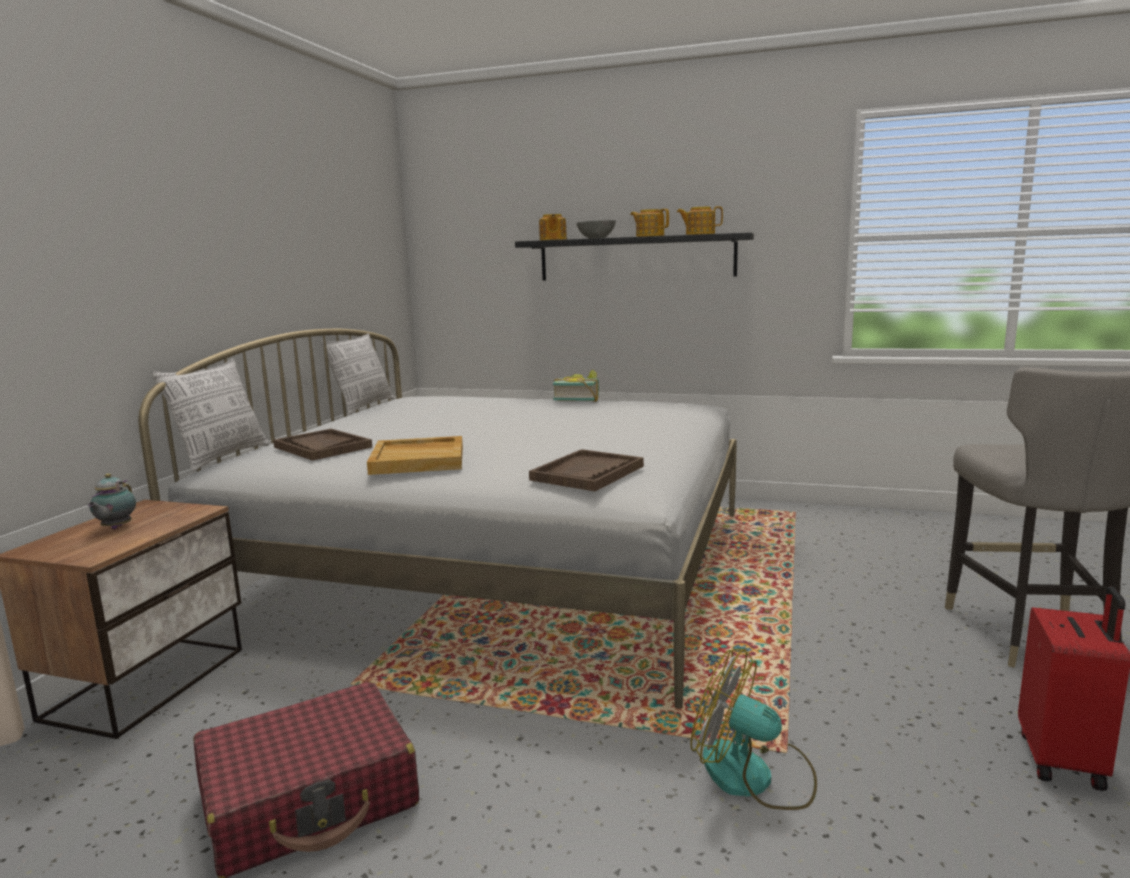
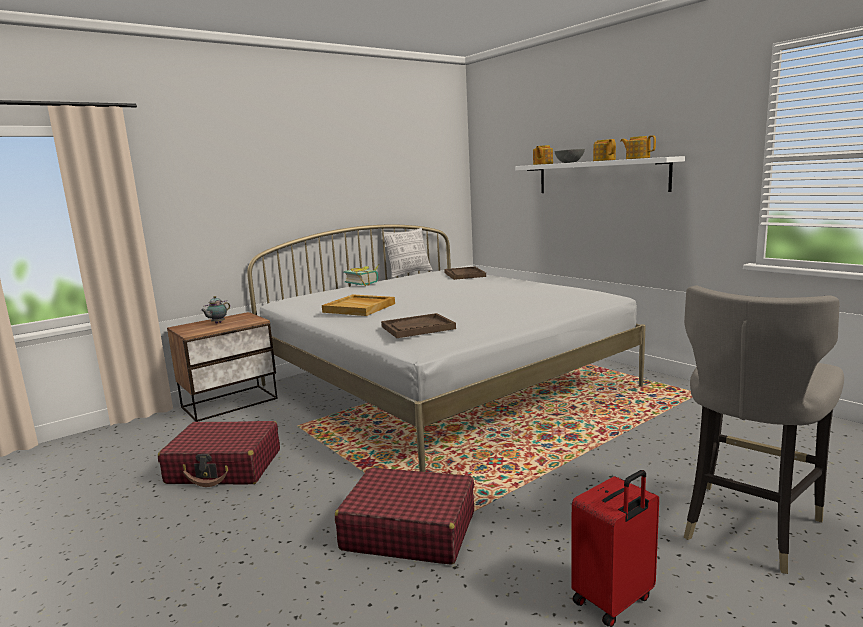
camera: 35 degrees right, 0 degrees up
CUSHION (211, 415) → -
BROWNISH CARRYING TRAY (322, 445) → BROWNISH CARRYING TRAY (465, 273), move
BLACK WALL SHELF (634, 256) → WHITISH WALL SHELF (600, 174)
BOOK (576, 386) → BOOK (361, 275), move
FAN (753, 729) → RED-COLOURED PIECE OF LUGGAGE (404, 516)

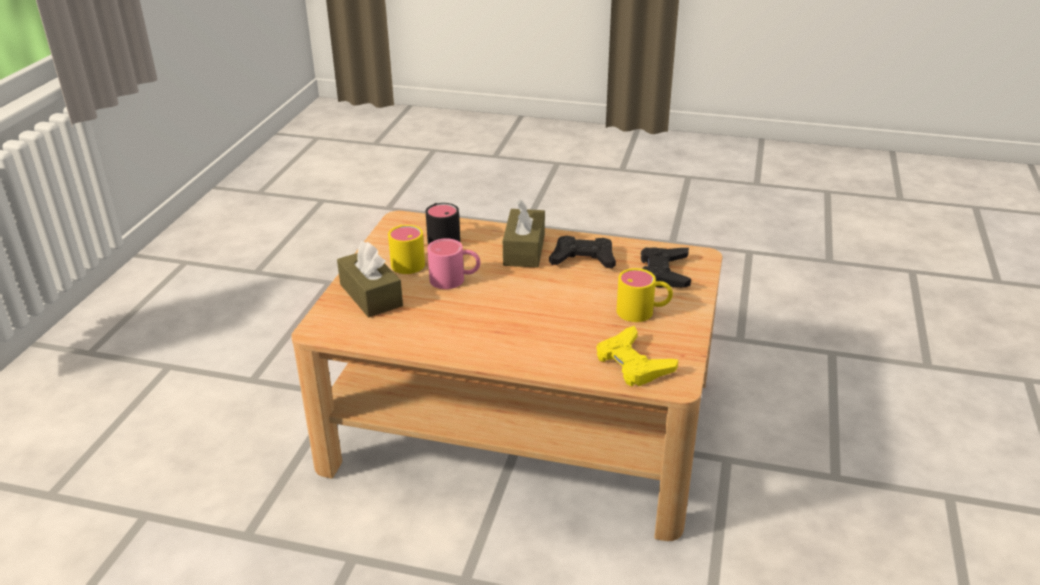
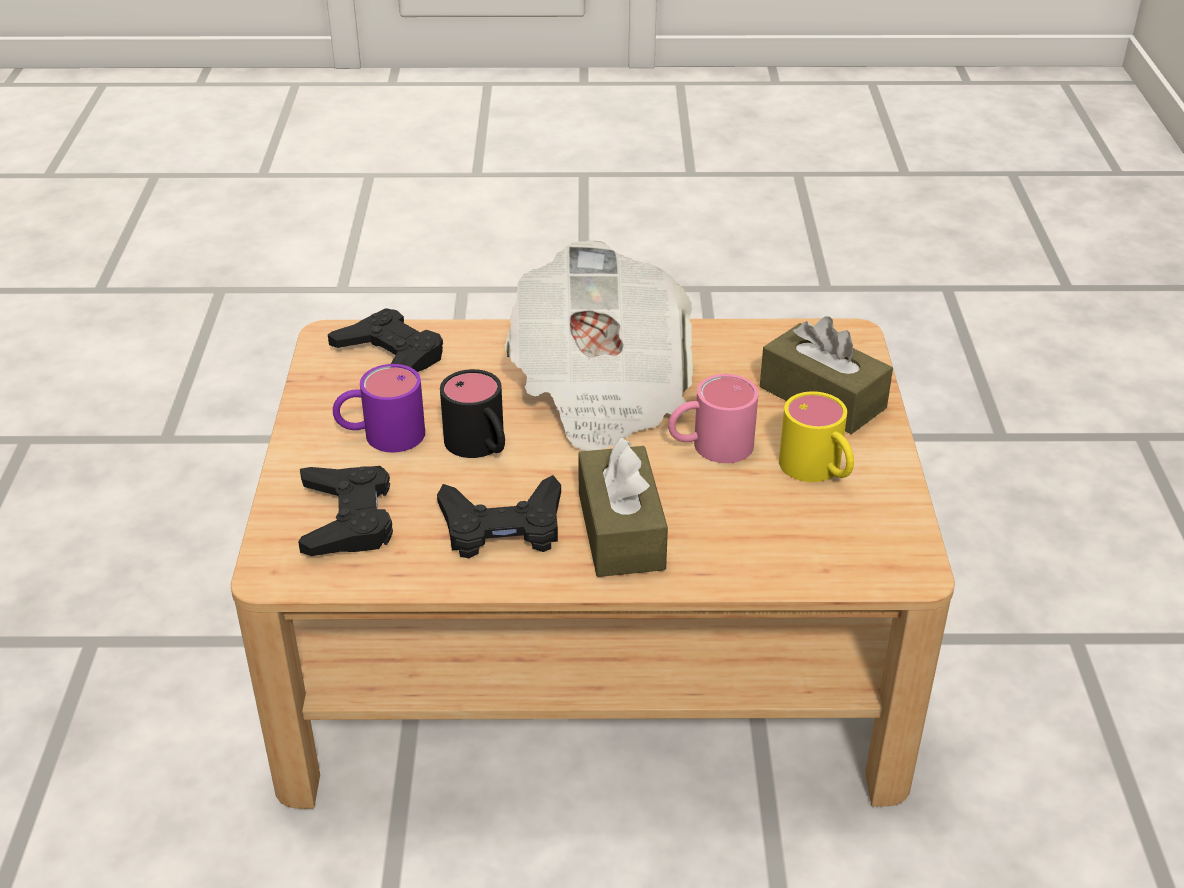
camera: 165 degrees right, 5 degrees up
BLACK TEA MUG (443, 224) → BLACK TEA MUG (472, 413), move
YELLOW-COLOURED GAMEPAD (637, 356) → BLACK GAMEPAD (385, 340)
YELLOW-COLOURED TEA MUG (645, 295) → PURPLE-COLOURED TEA MUG (379, 408)
- → PRINTED PAPER (599, 345)

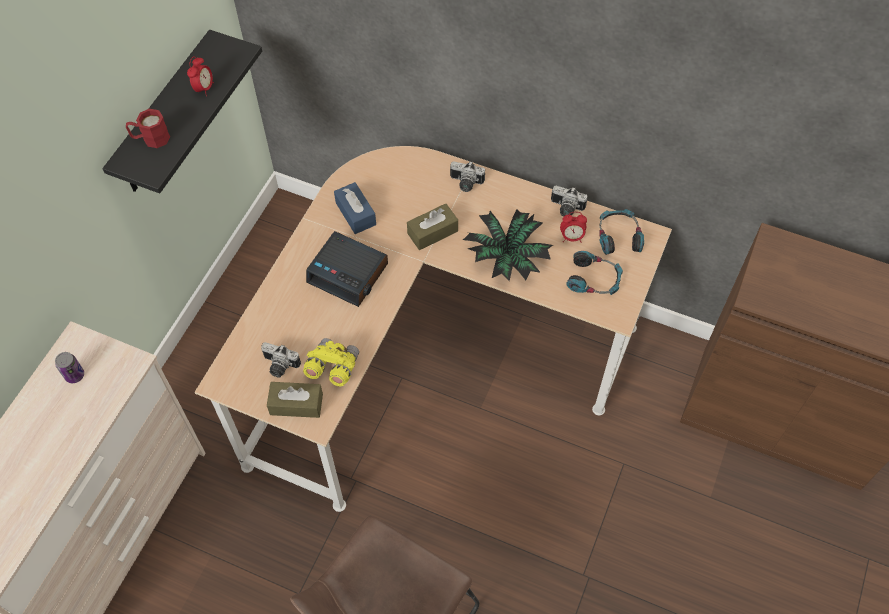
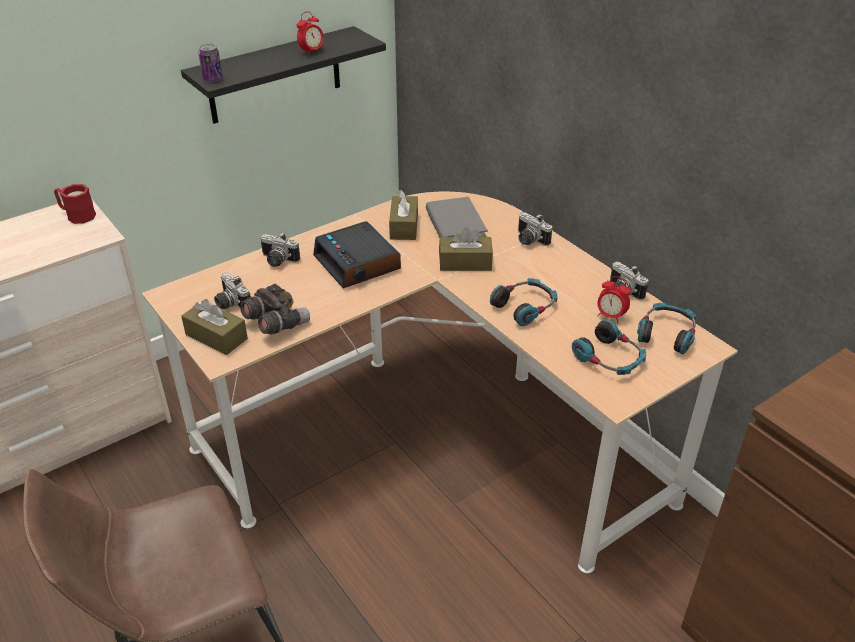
camera: 30 degrees right, 20 degrees down
CAN (69, 367) → CAN (211, 63), move
RED-COLOURED TEA MUG (148, 128) → RED-COLOURED TEA MUG (75, 204), move
YELLOW-COLOURED FIELD GLASSES (331, 362) → GREYISH FIELD GLASSES (275, 309)
BLUE TISSUE BOX (355, 208) → BROWNISH TISSUE BOX (403, 215)
PLANT IN A POT (508, 245) → HEADSET (523, 302)
- → STILL CAMERA (280, 249)
- → GREYISH BOOK (457, 217)

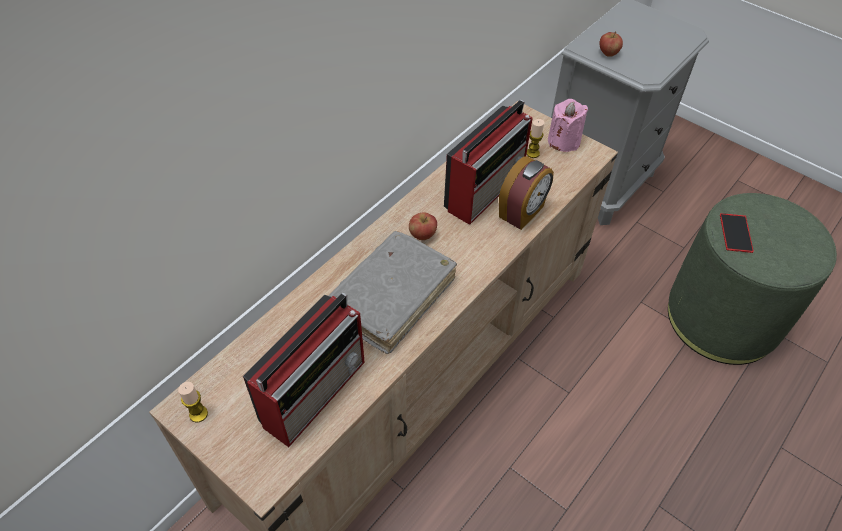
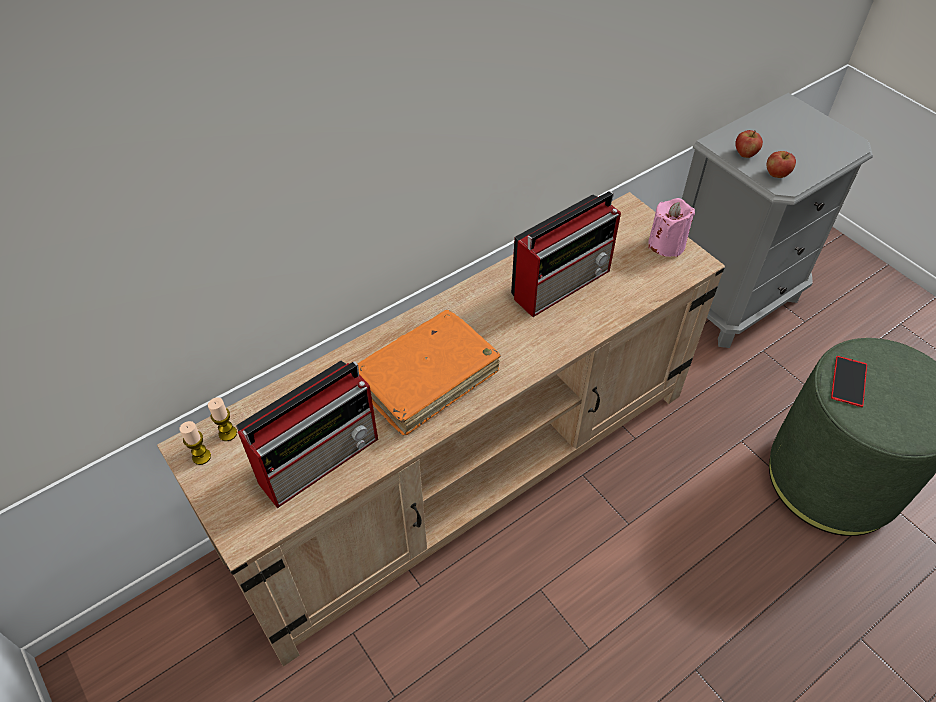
camera: 15 degrees right, 0 degrees up
GREYISH BOOK (392, 292) → ORANGE-COLOURED BOOK (429, 372)
WHOLE APPLE (423, 226) → WHOLE APPLE (781, 164), move
TABLE CLOCK (526, 193) → -
WAX LIGHT (535, 138) → WAX LIGHT (222, 419), move

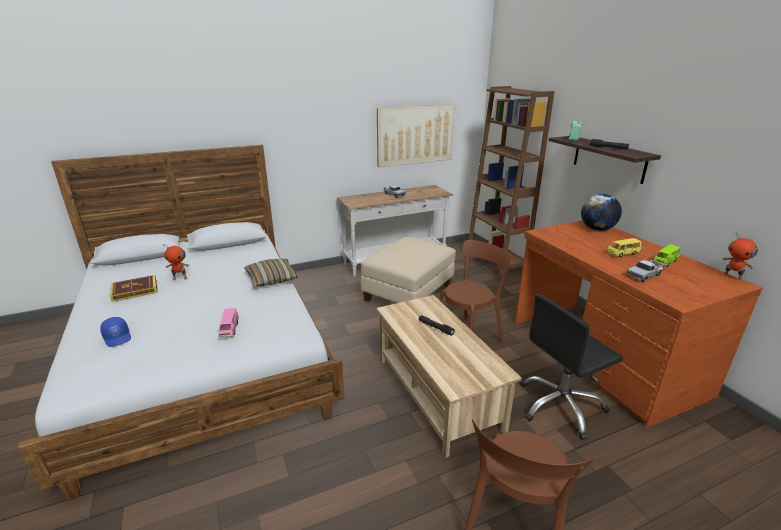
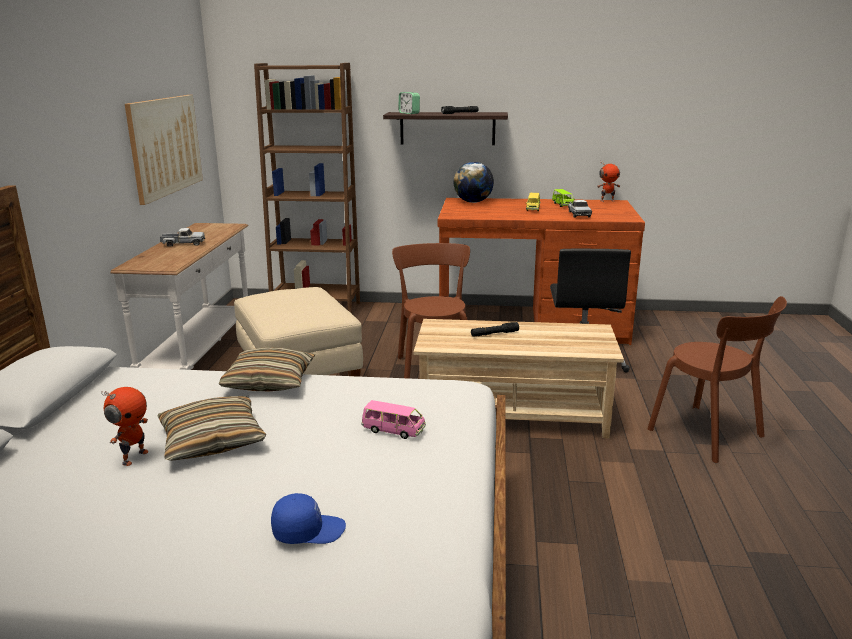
camera: 60 degrees left, 5 degrees down
BOOK (134, 288) → -
- → CUSHION (212, 428)

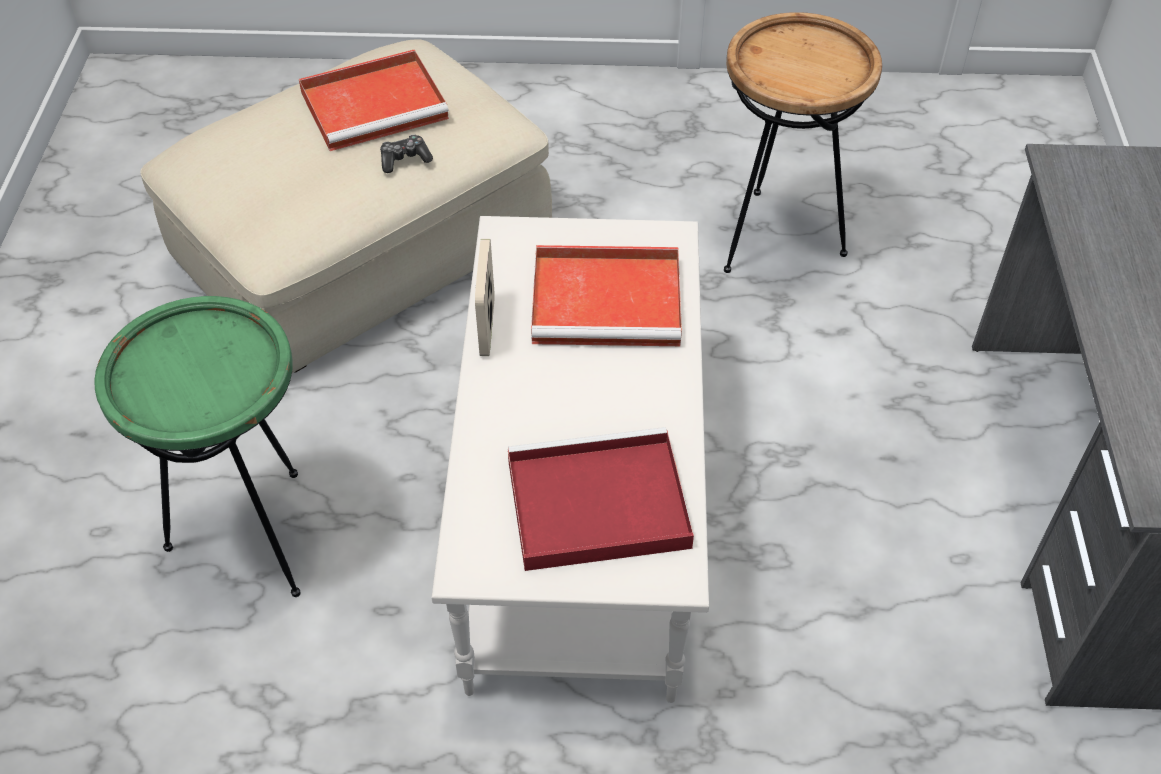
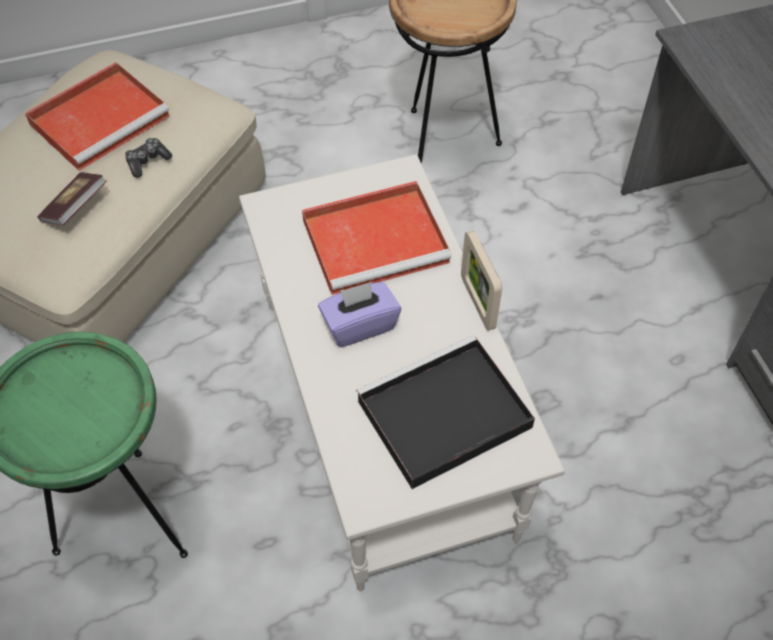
camera: 20 degrees left, 5 degrees up
STANDING FRAME (484, 297) → STANDING FRAME (481, 280), move
RED-COLOURED CARRYING TRAY (601, 499) → BLACK CARRYING TRAY (445, 412)
- → BOOK (72, 199)
- → PURPLE-COLOURED TISSUE BOX (359, 314)

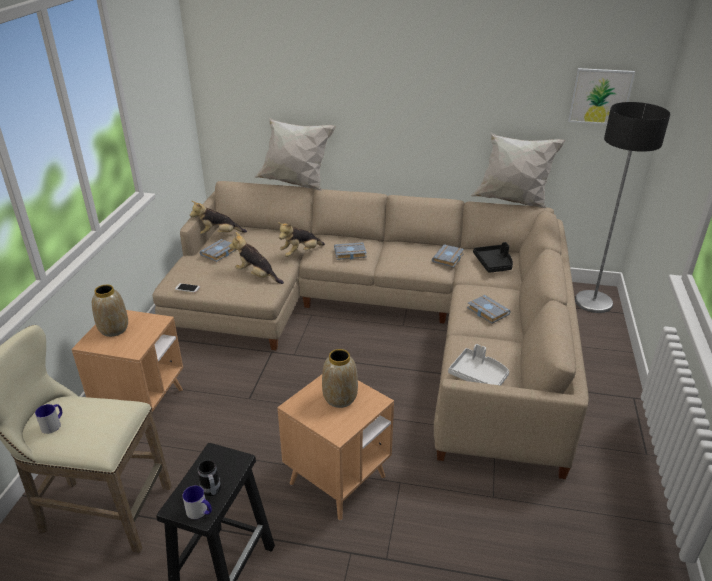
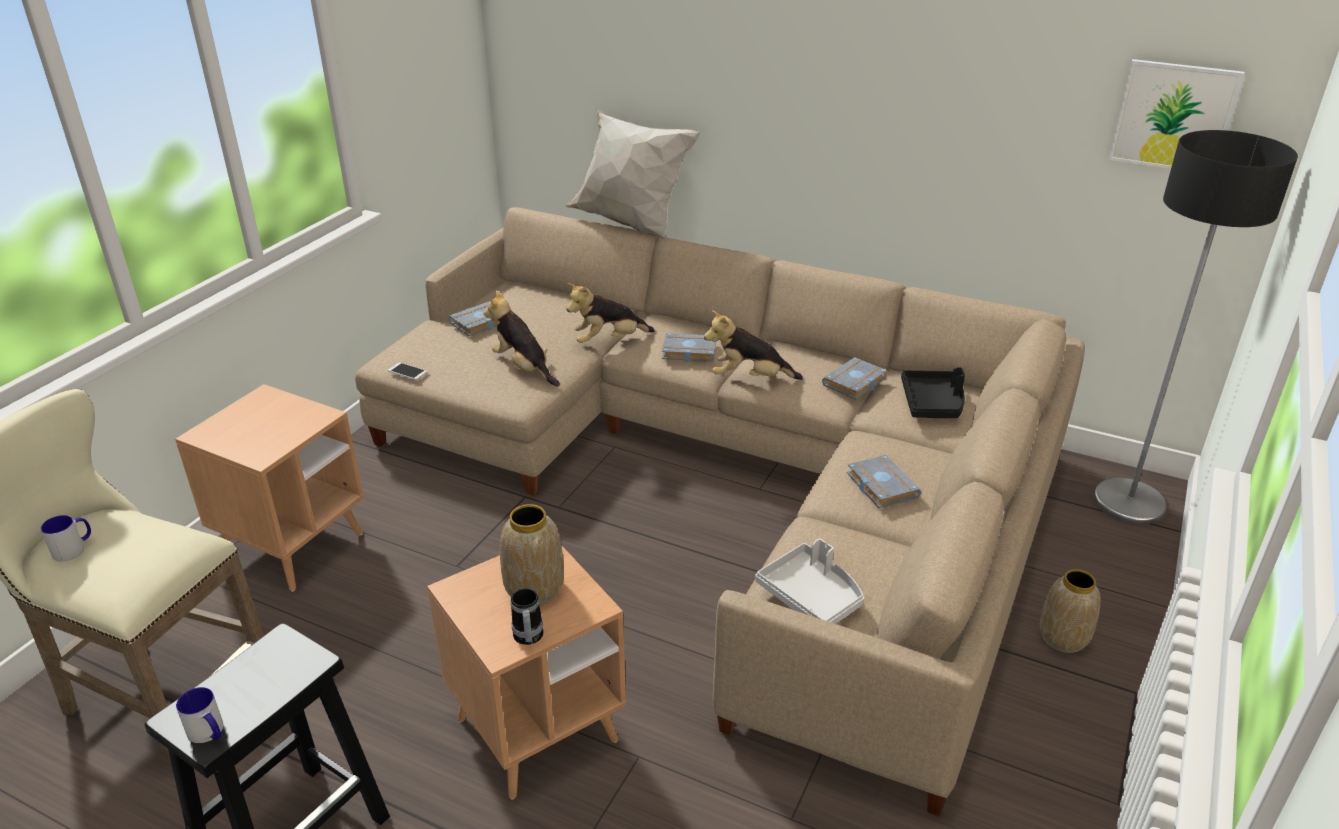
camera: 15 degrees right, 0 degrees up
DECORATIVE VASE (110, 311) → DECORATIVE VASE (1070, 611), move
SOFT TOY (218, 218) → SOFT TOY (753, 345), move
TEA MUG (209, 478) → TEA MUG (527, 616), move
WHITISH CUSHION (518, 170) → -

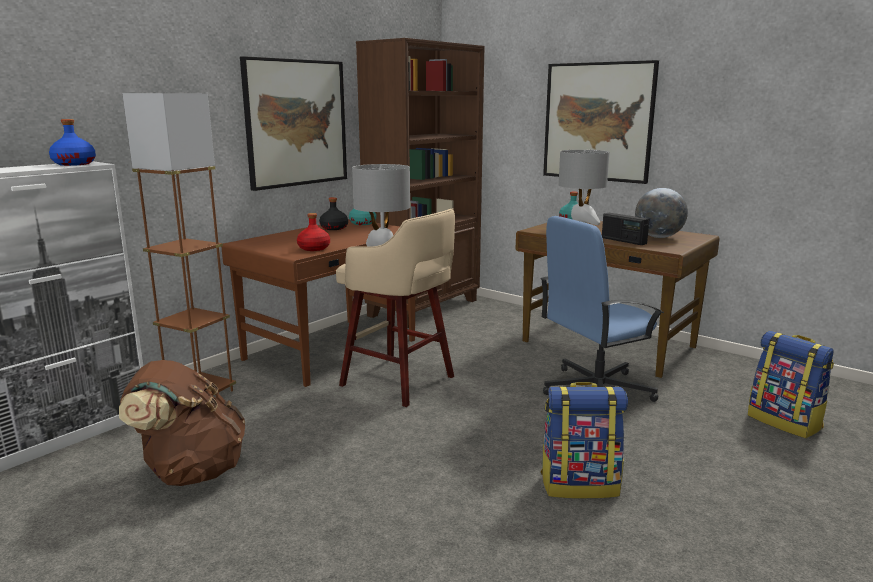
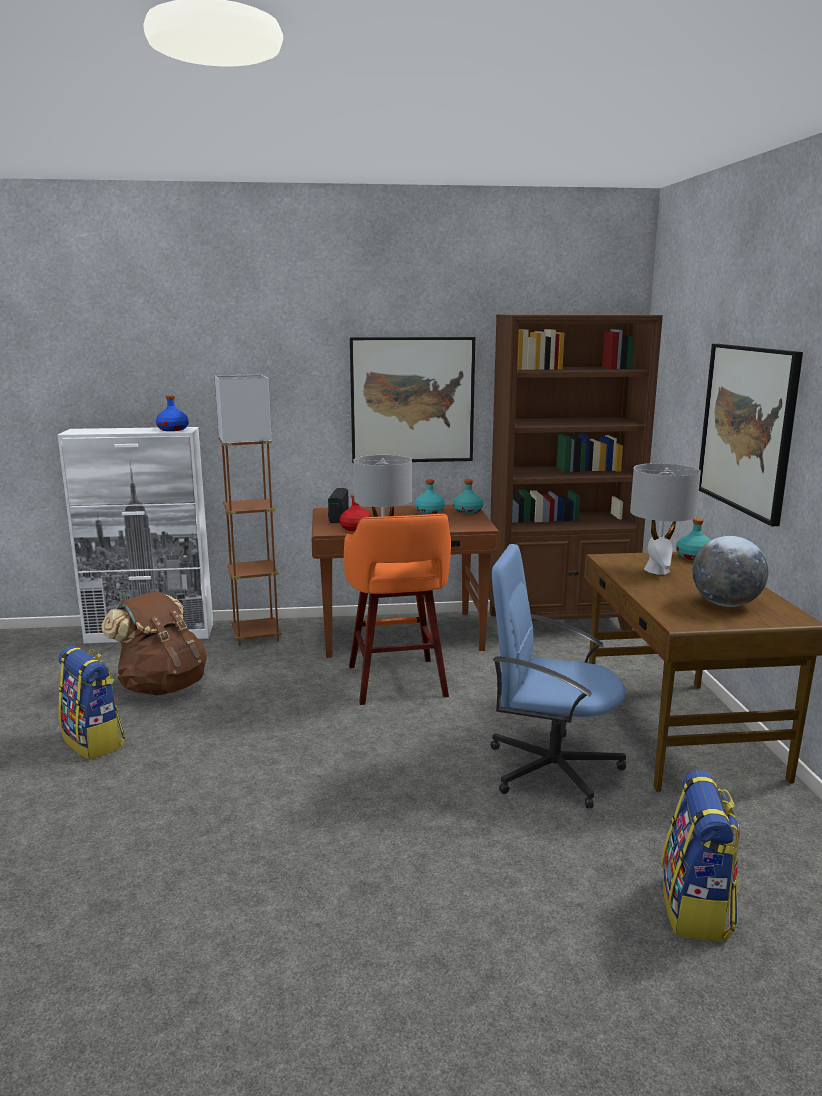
camera: 45 degrees right, 0 degrees up
BLACK DRINK BOTTLE (333, 213) → BLUE-GREEN DRINK BOTTLE (430, 496)
SAND-COLOURED STOOL SEAT (395, 308) → ORANGE-COLOURED STOOL SEAT (397, 609)
BACKPACK (584, 440) → BACKPACK (91, 703), move
RADIO SET (625, 229) → RADIO SET (338, 505), move

